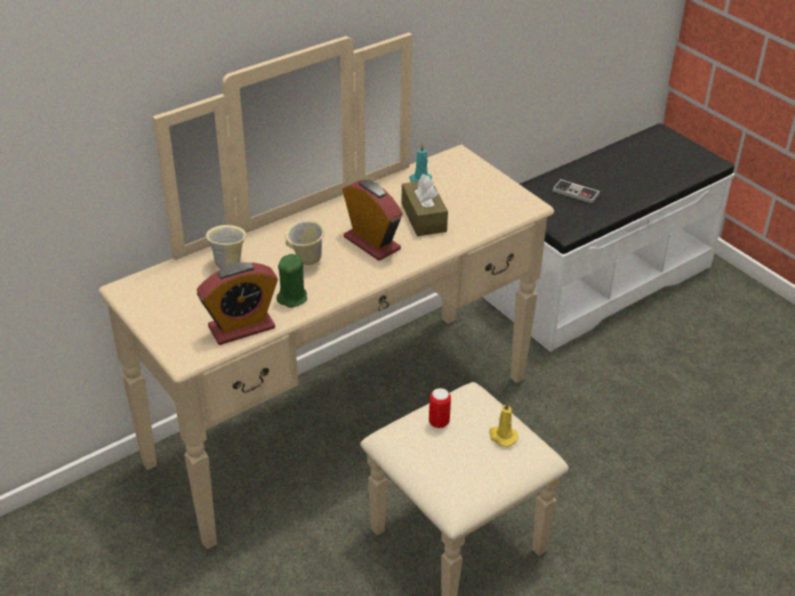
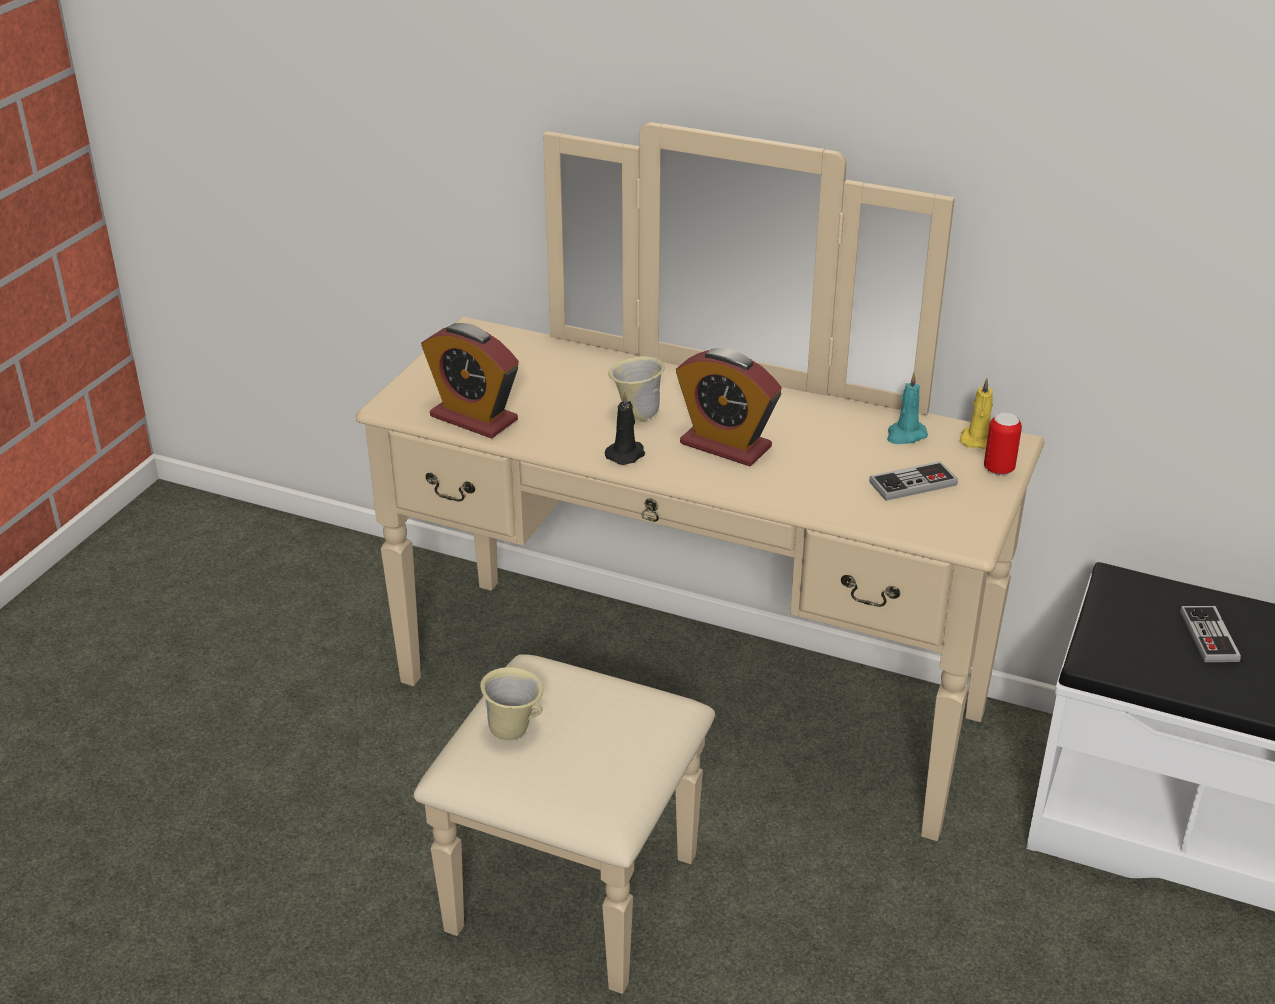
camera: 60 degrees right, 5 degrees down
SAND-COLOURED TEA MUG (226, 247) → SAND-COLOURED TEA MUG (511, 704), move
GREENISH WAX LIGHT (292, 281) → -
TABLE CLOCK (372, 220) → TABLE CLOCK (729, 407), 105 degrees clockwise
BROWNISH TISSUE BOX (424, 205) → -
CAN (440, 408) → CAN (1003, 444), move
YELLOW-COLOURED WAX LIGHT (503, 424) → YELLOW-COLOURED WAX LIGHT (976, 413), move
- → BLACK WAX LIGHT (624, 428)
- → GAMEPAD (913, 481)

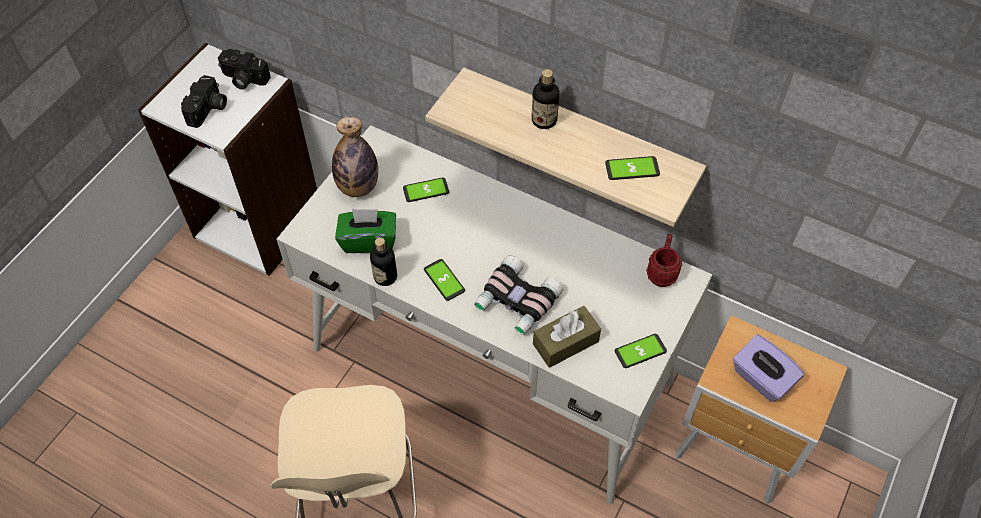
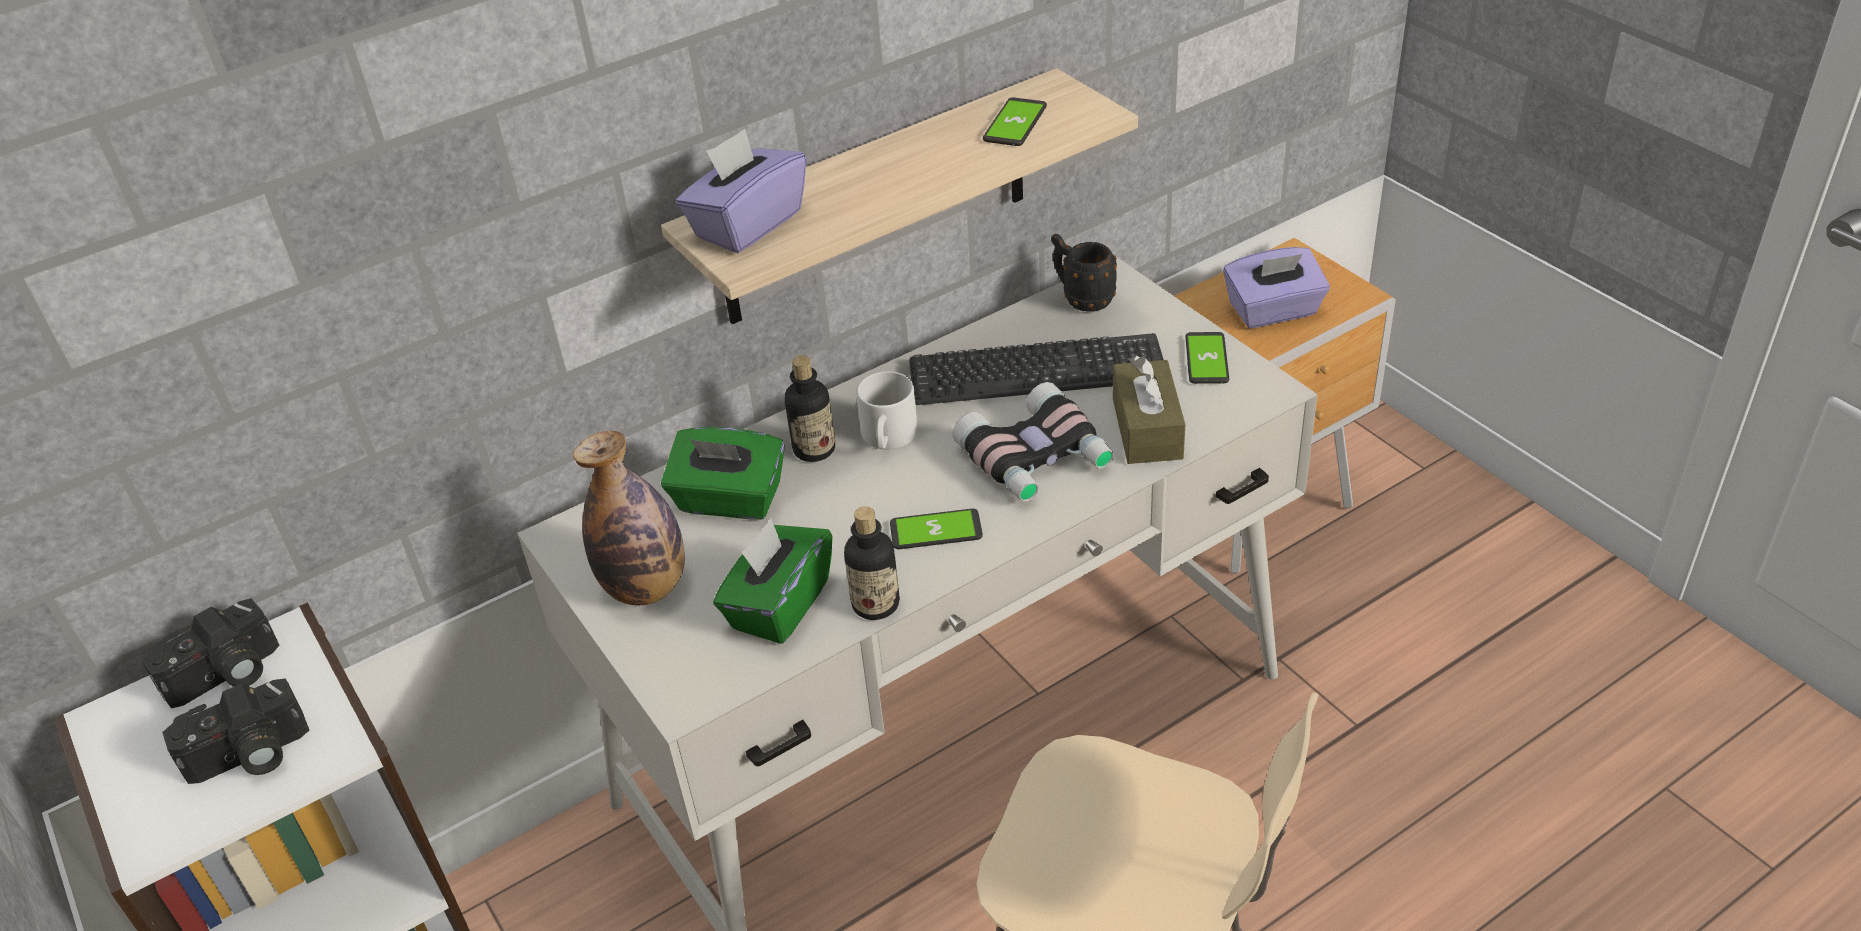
camera: 60 degrees left, 15 degrees down
STILL CAMERA (204, 101) → STILL CAMERA (235, 731), 105 degrees clockwise
TELEPHONE (426, 189) → GREENISH TISSUE BOX (723, 473)
DRINK BOTTLE (545, 99) → DRINK BOTTLE (810, 408), move
RED-COLOURED TEA MUG (664, 260) → BLACK TEA MUG (1084, 273)
- → PURPLE-COLOURED TISSUE BOX (741, 191)
- → WHITISH TEA MUG (887, 410)
- → COMPUTER KEYBOARD (1036, 369)

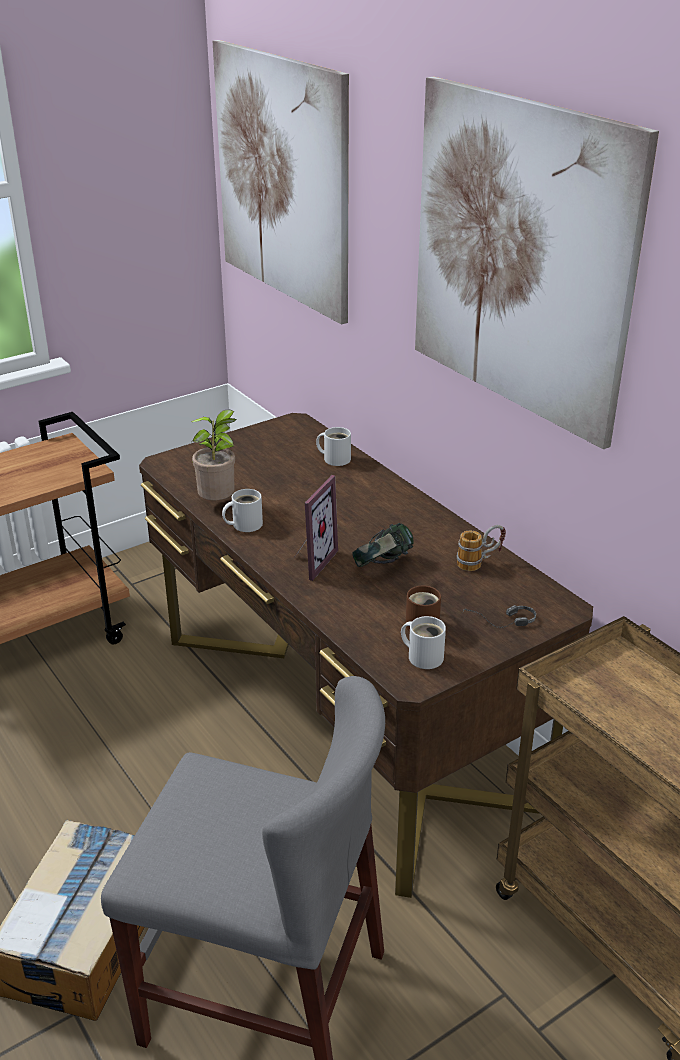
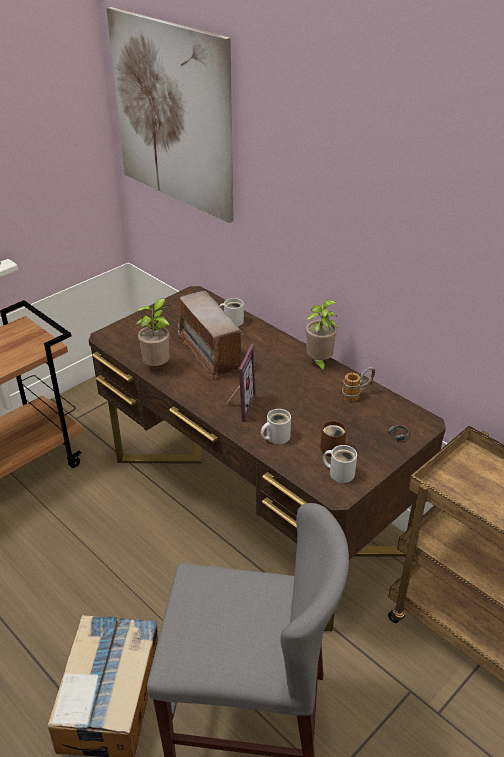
camera: 10 degrees left, 5 degrees up
WHITISH TEA MUG (242, 510) → WHITISH TEA MUG (276, 426), move
HEADSET (383, 545) → -
WALL ART (537, 263) → -
- → RADIO SET (210, 335)
- → PLANT IN A POT (321, 336)

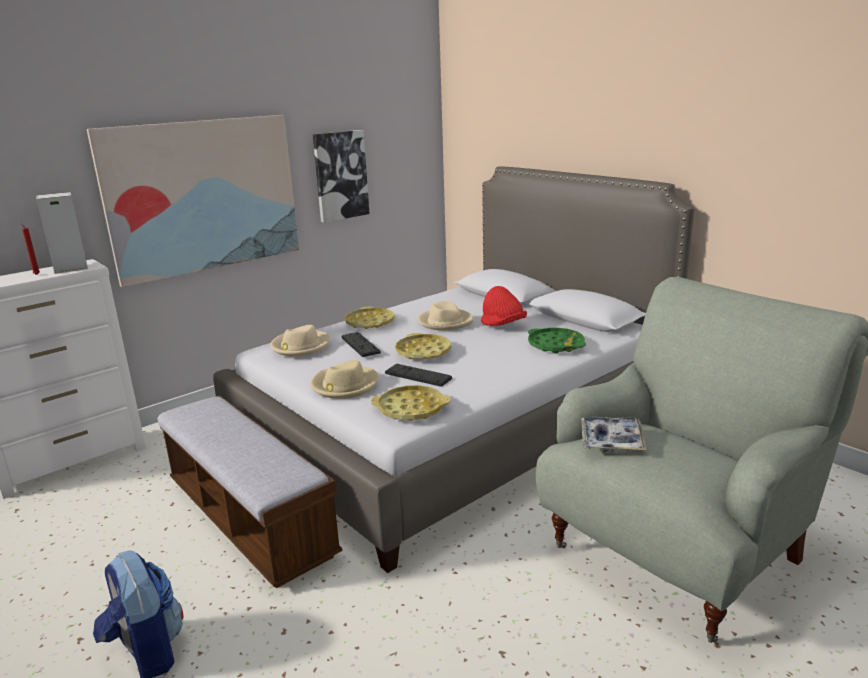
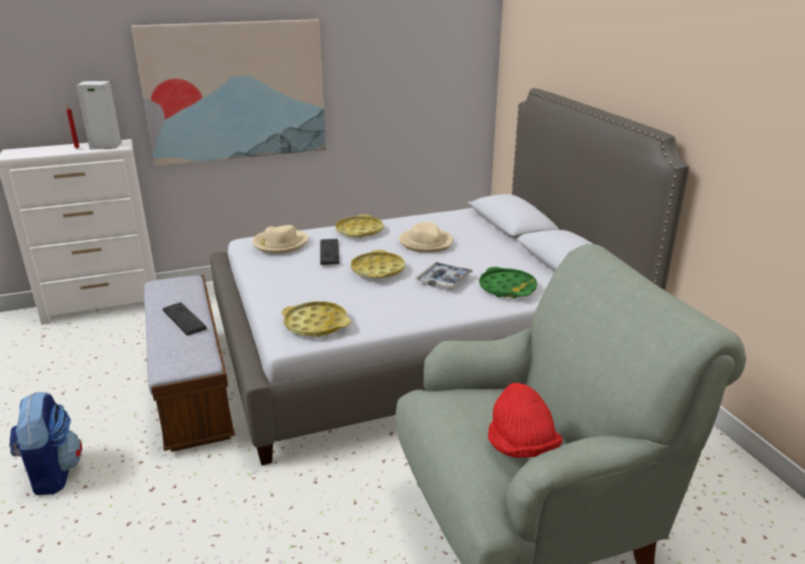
camera: 20 degrees right, 5 degrees up
SAND-COLOURED HAT (345, 379) → -
WALL ART (341, 176) → -
COMPUTER KEYBOARD (418, 375) → COMPUTER KEYBOARD (185, 318), move
RED-COLOURED HAT (504, 306) → RED-COLOURED HAT (525, 420), move
CARRYING TRAY (613, 434) → CARRYING TRAY (444, 275), move

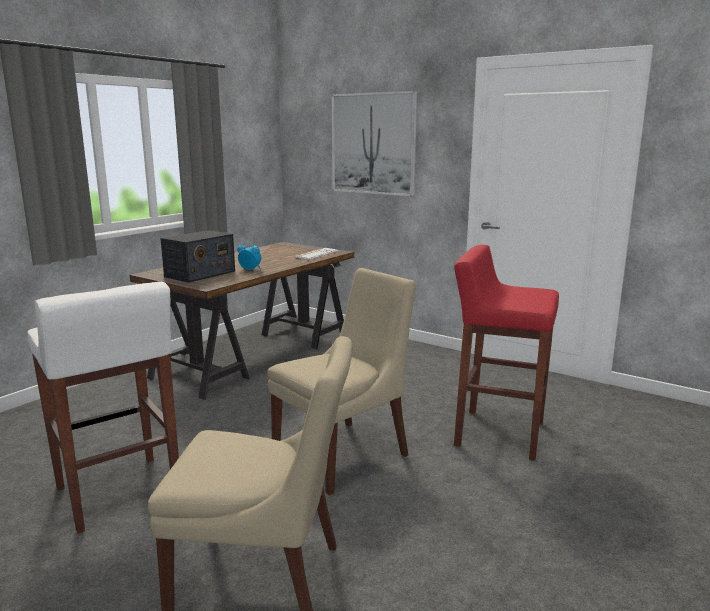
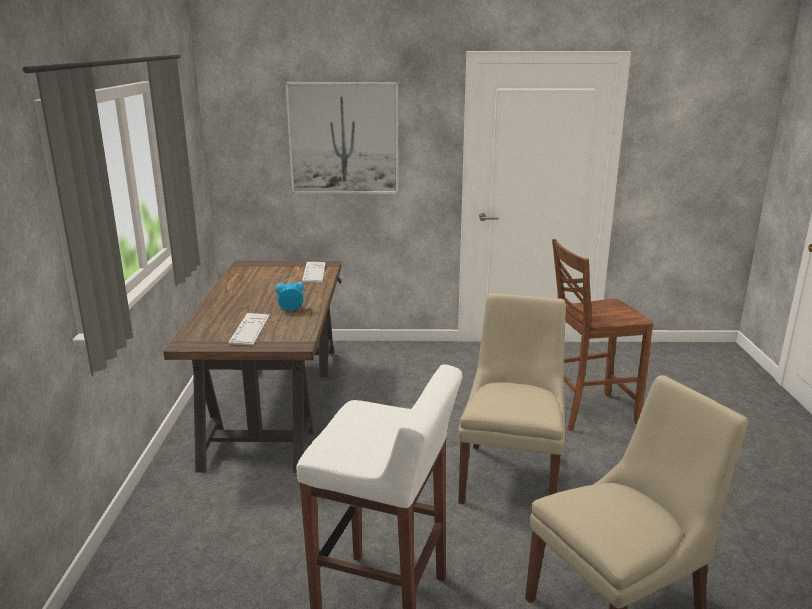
camera: 35 degrees left, 5 degrees up
RADIO SET (197, 256) → COMPUTER KEYBOARD (249, 329)
RED-COLOURED STOOL SEAT (506, 353) → BROWNISH CHAIR (602, 335)

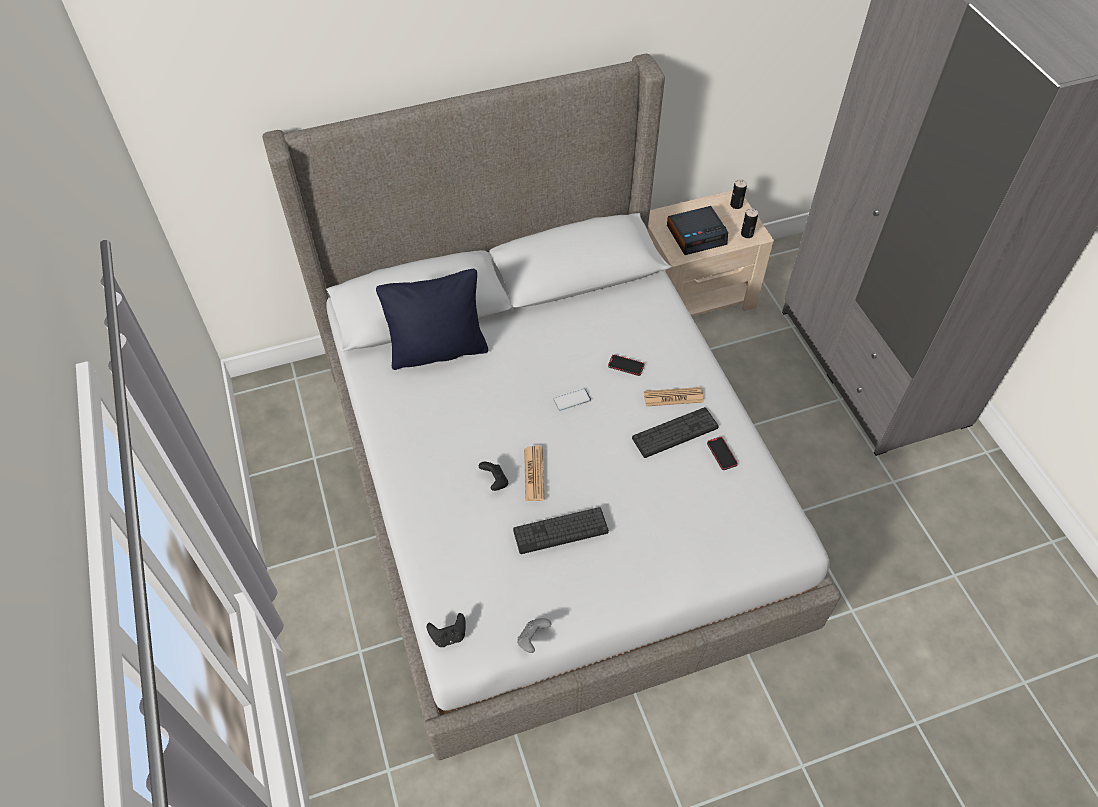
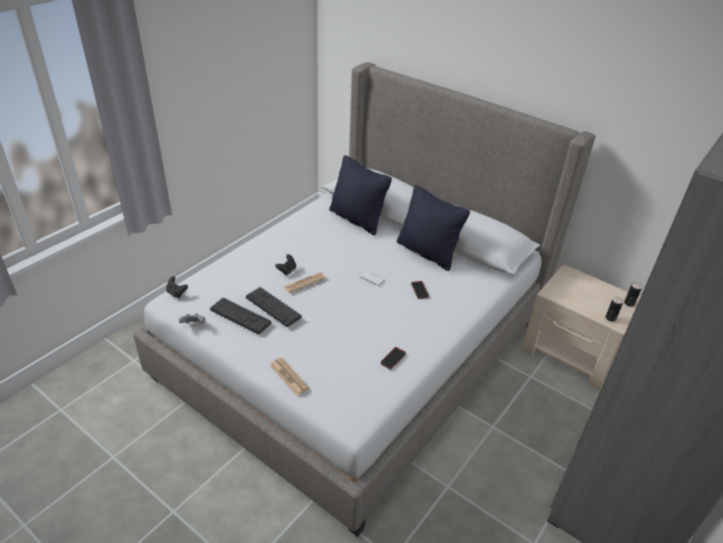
camera: 55 degrees right, 15 degrees down
COMPUTER KEYBOARD (675, 432) → COMPUTER KEYBOARD (240, 316), move
PRINTED PAPER (674, 397) → PRINTED PAPER (289, 377), move
TABLE CLOCK (697, 230) → -
- → BLACK CUSHION (433, 228)

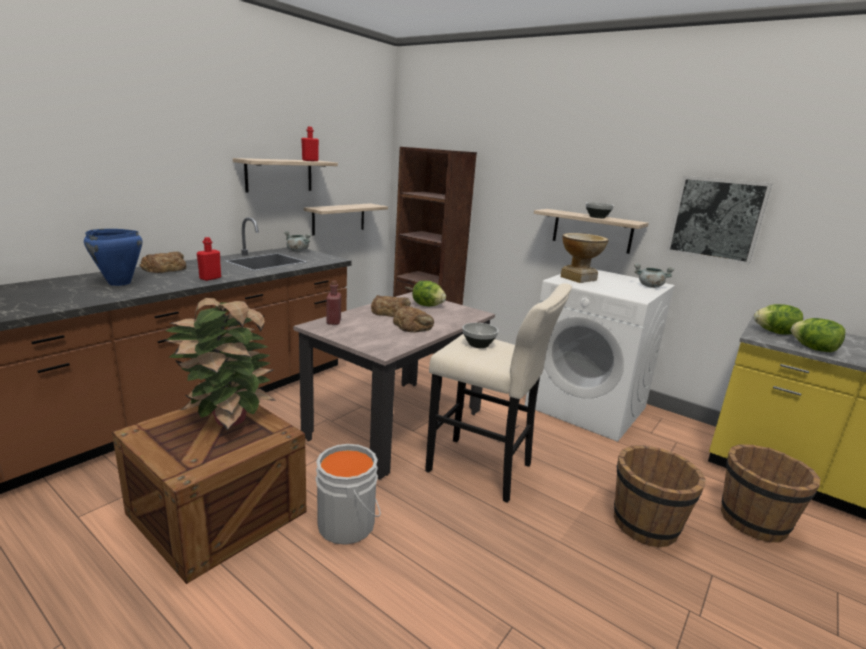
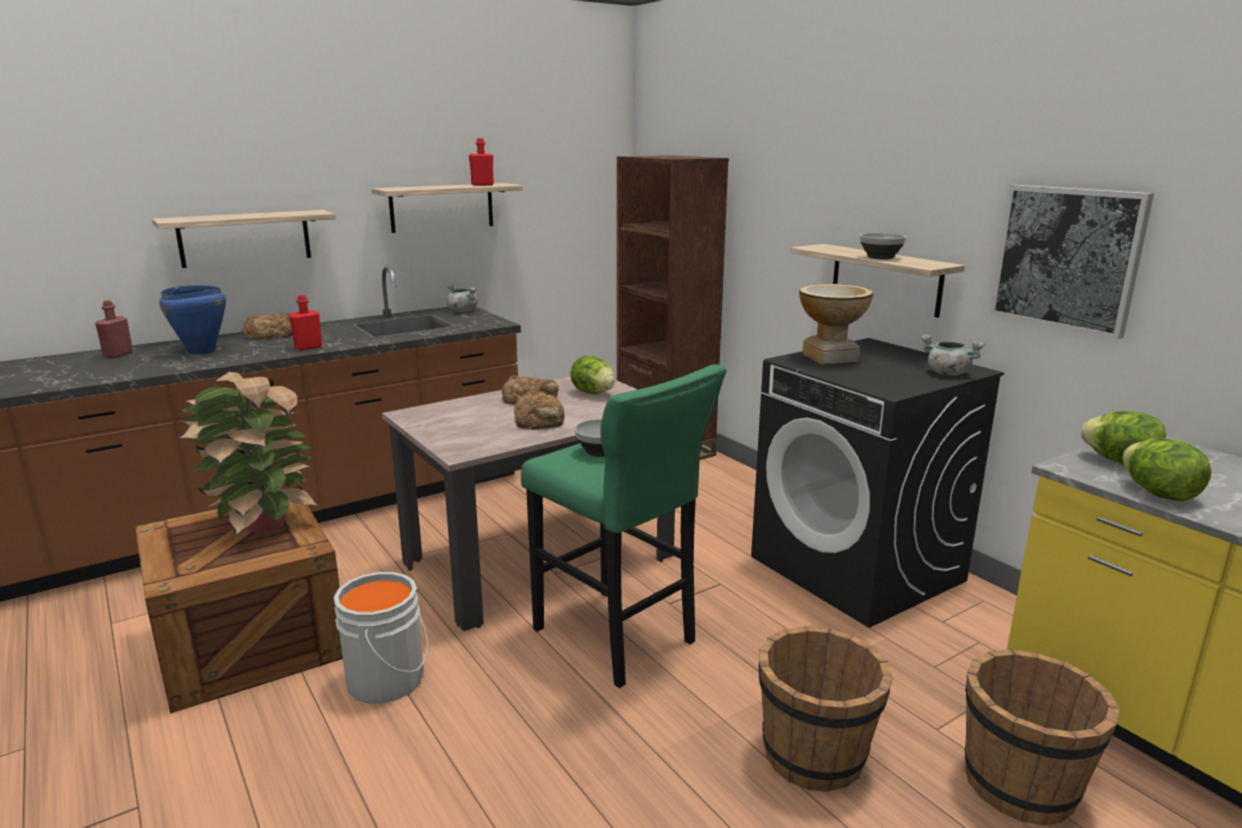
camera: 20 degrees right, 0 degrees up
WALL SHELF (346, 220) → WALL SHELF (244, 239), move
RED-COLOURED DRINK BOTTLE (333, 302) → RED-COLOURED DRINK BOTTLE (114, 329), move
SAND-COLOURED STOOL SEAT (498, 393) → GREENISH STOOL SEAT (624, 526)
WHITISH LAUNDRY MACHINE (600, 356) → BLACK LAUNDRY MACHINE (877, 483)

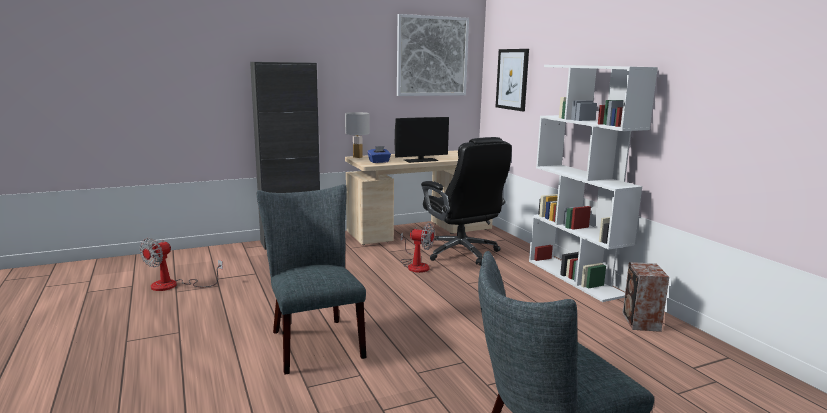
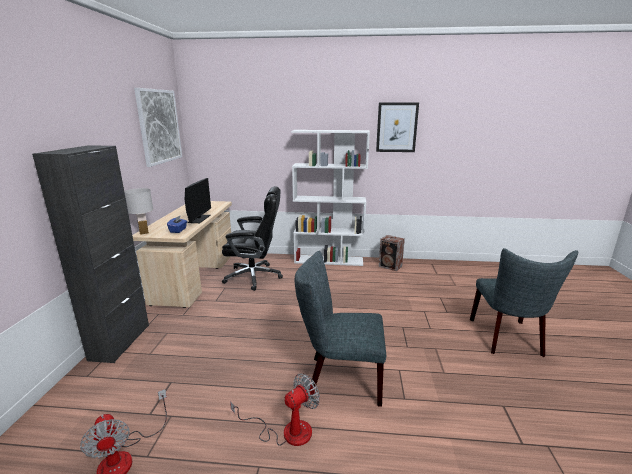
camera: 60 degrees left, 5 degrees up
FAN (418, 248) → FAN (275, 409), move
WALL ART (512, 80) → WALL ART (397, 127), move

